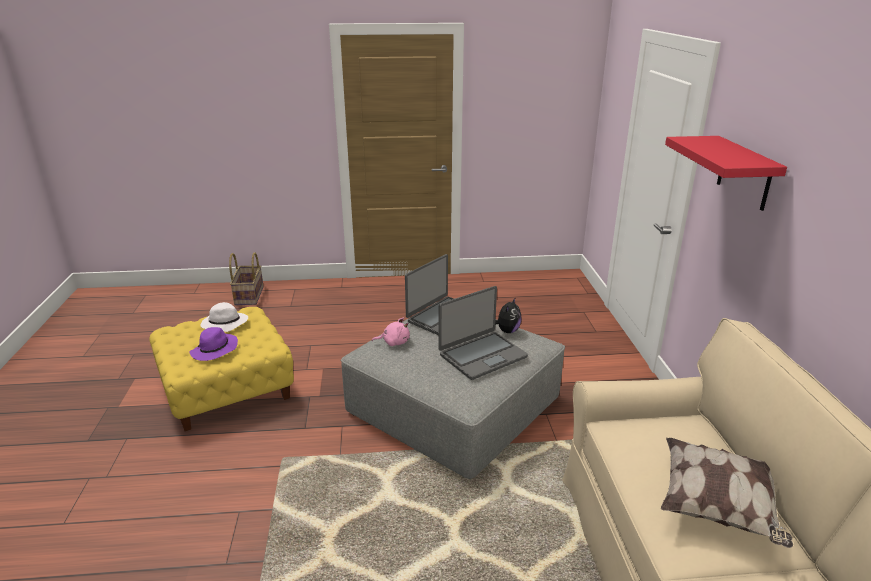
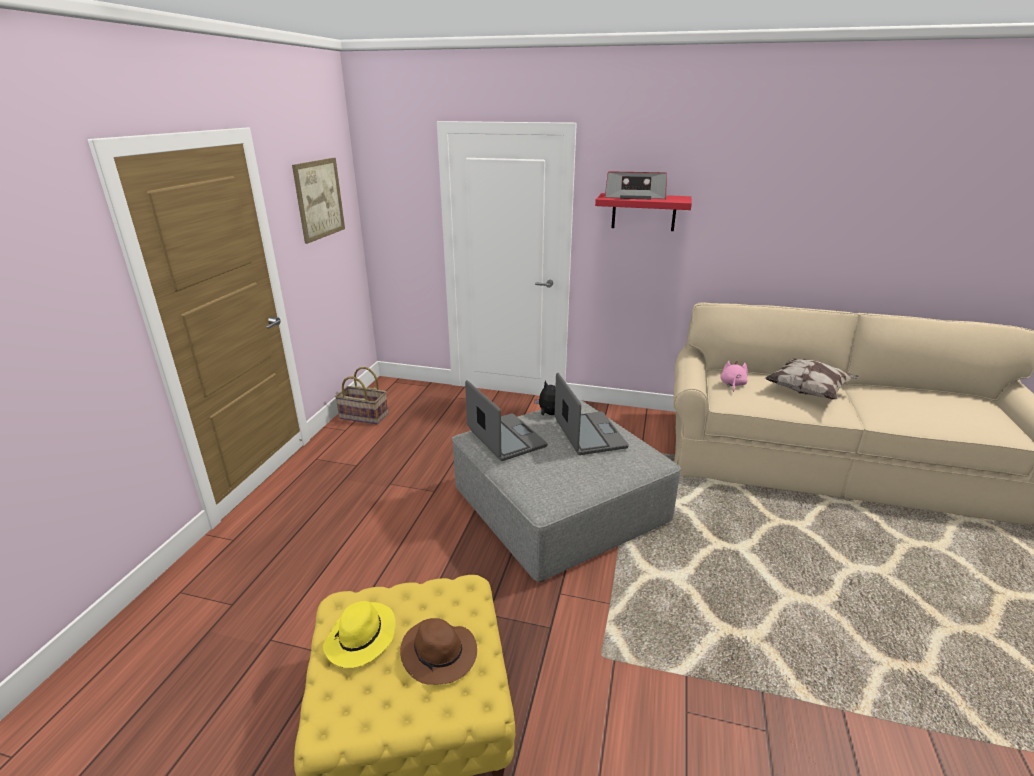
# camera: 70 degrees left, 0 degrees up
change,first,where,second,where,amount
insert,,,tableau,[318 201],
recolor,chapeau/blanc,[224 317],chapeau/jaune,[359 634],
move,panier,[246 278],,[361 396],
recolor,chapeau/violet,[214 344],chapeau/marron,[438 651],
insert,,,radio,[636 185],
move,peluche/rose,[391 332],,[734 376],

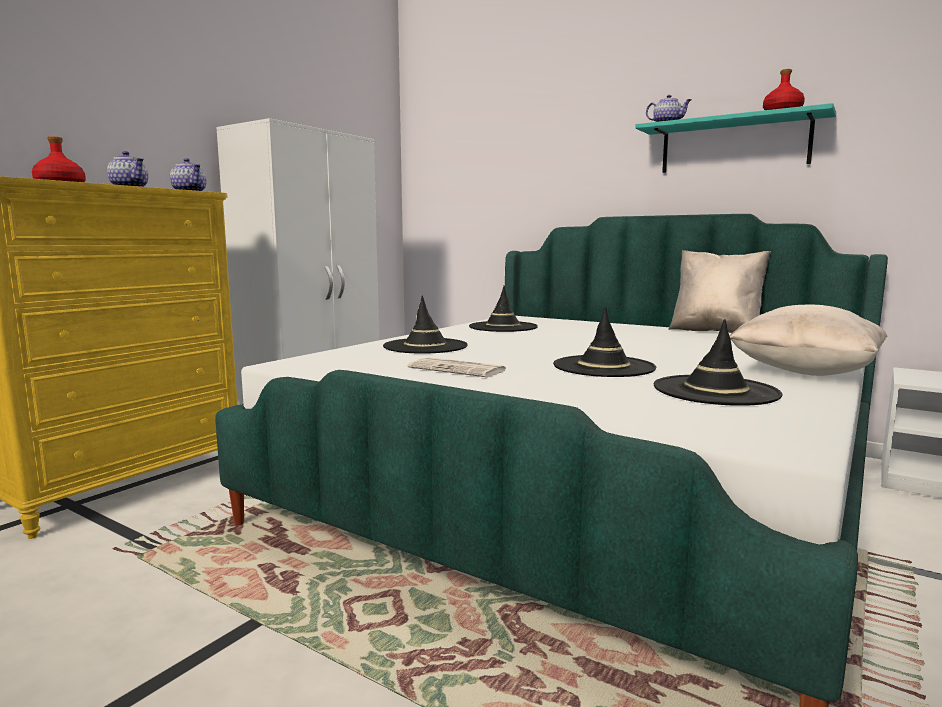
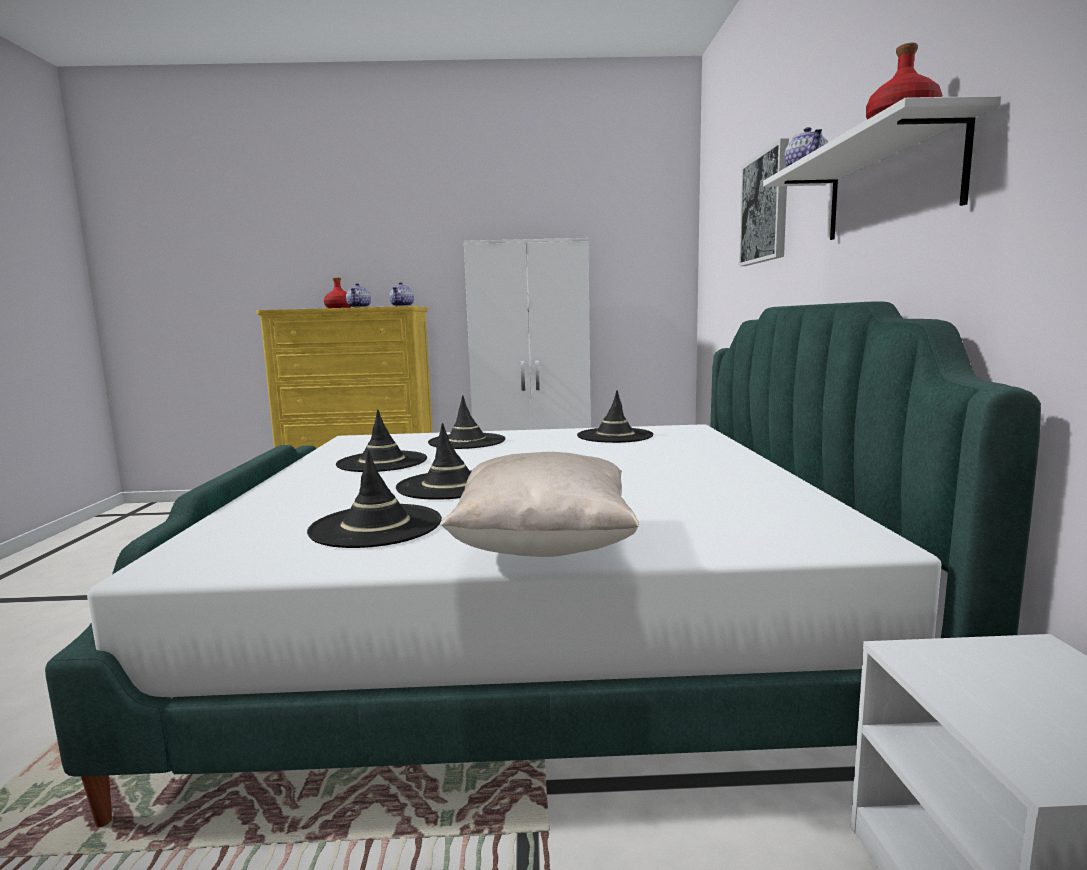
# camera: 55 degrees right, 0 degrees up
change,first,where,second,where,amount
replace,journal,[457 367],chapeau/noir,[381 440],
insert,,,tableau,[764 202],
recolor,étagère/turquoise,[735 138],étagère/blanc,[882 168],
delete,coussin/beige,[719 291],,,

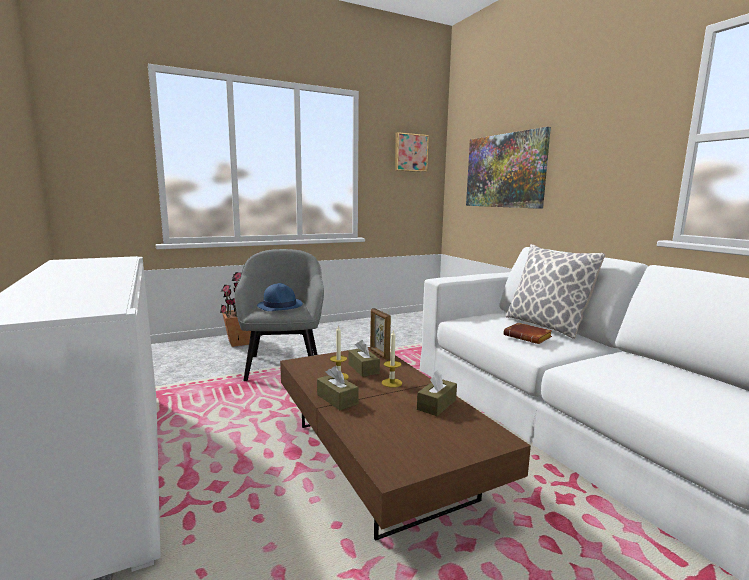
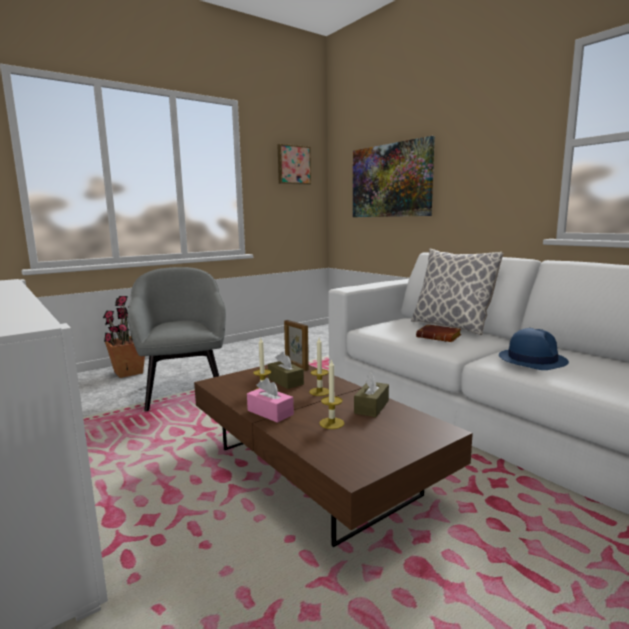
# camera: 10 degrees left, 0 degrees up
change,first,where,second,where,amount
recolor,boîte à mouchoirs/marron,[337 388],boîte à mouchoirs/rose,[270 400],
insert,,,bougie,[331 394],
move,chapeau/bleu,[280 297],,[534 349],

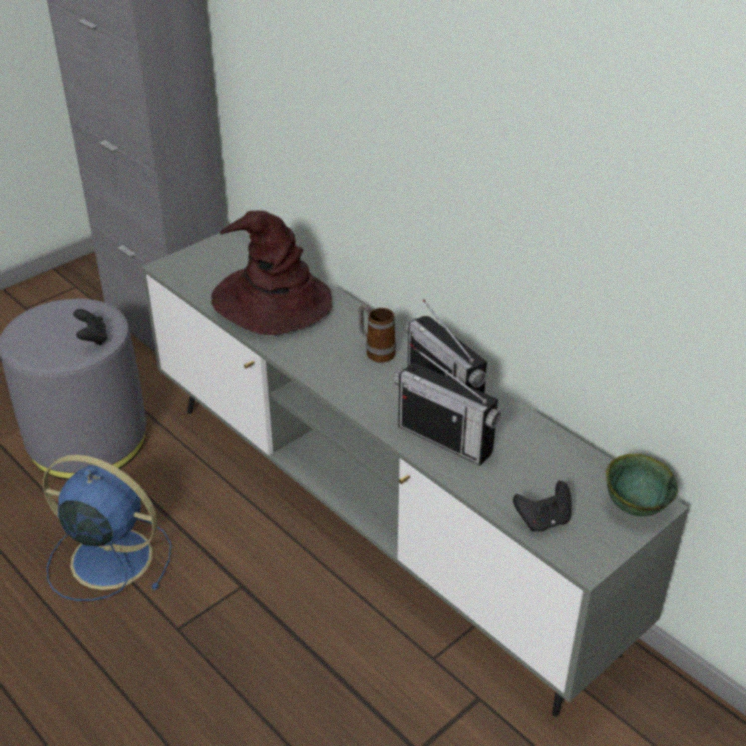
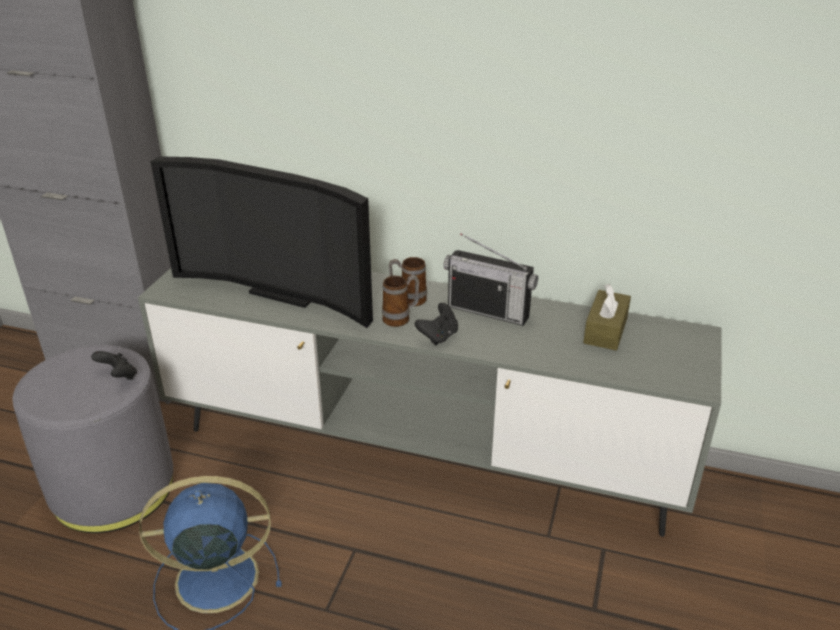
# camera: 30 degrees left, 5 degrees down
change,first,where,second,where,amount
replace,chapeau/marron,[271 272],téléviseur,[261 242],
insert,,,mug,[400 301],
move,manette/noir,[542 506],,[436 324],
insert,,,boîte à mouchoirs/marron,[607 317],
delete,radio,[447 406],,,
delete,bol/vert,[642 484],,,

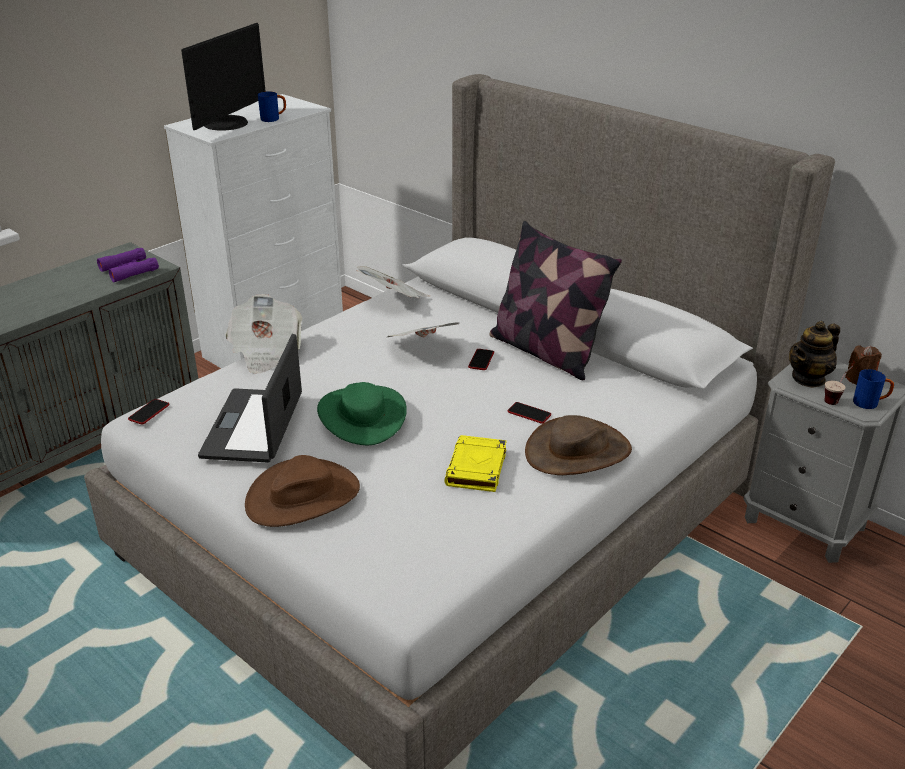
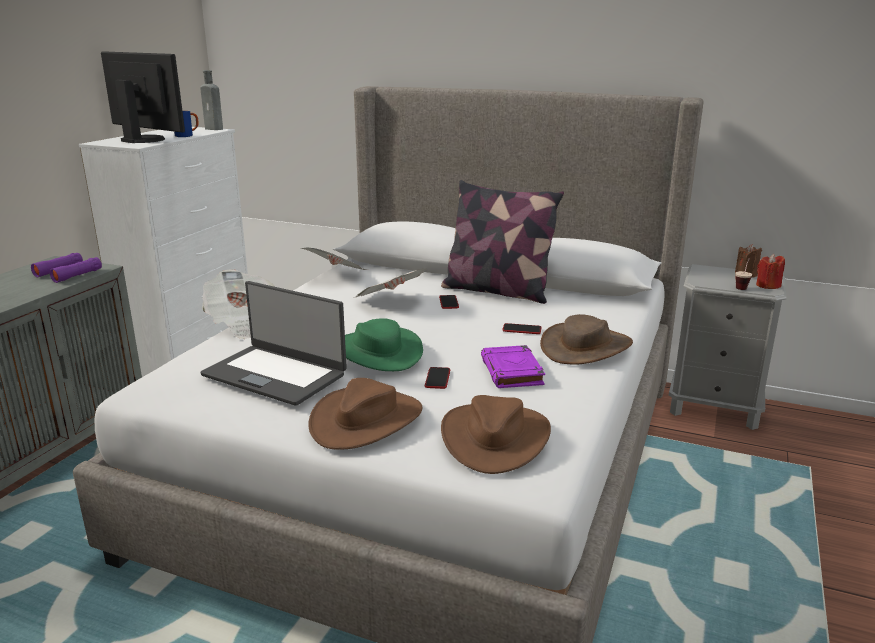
# camera: 20 degrees left, 10 degrees down
change,first,where,second,where,amount
rotate,écran d'ordinateur,[223 77],,[143 97],60 degrees counterclockwise
insert,,,bouteille/gris,[211 100],
rotate,ordinateur portable,[250 398],,[273 343],45 degrees counterclockwise
move,téléphone,[148 411],,[437 378],
insert,,,chapeau/marron,[496 434],
recolor,livre/jaune,[475 463],livre/violet,[513 366],
replace,mug/bleu,[873 389],bougie/rouge,[770 271],
delete,théière,[814 354],,,

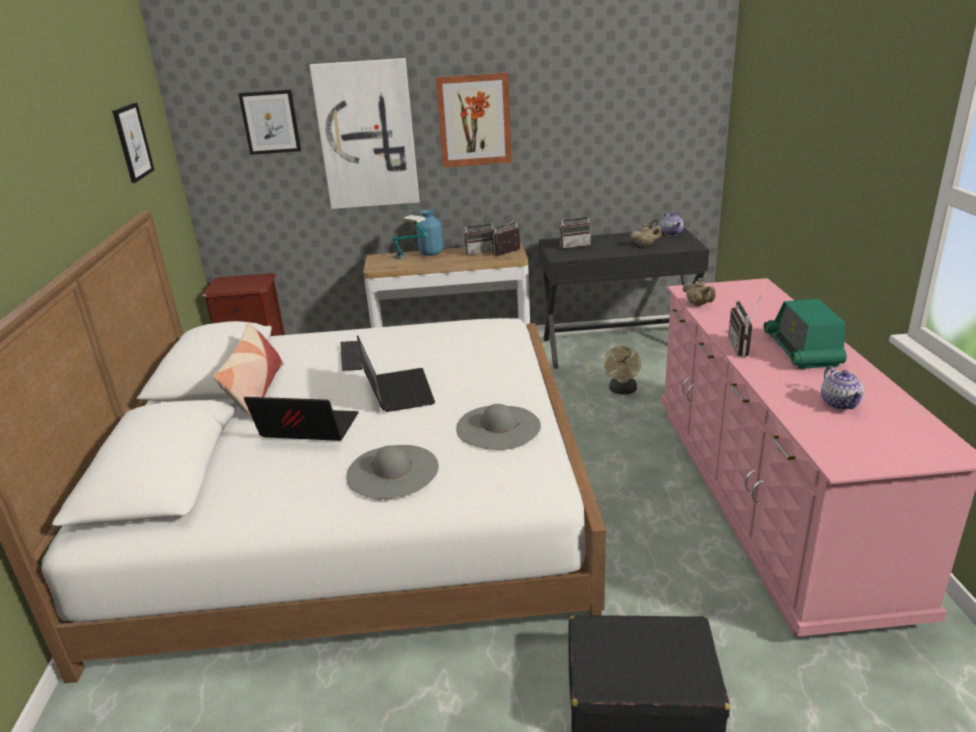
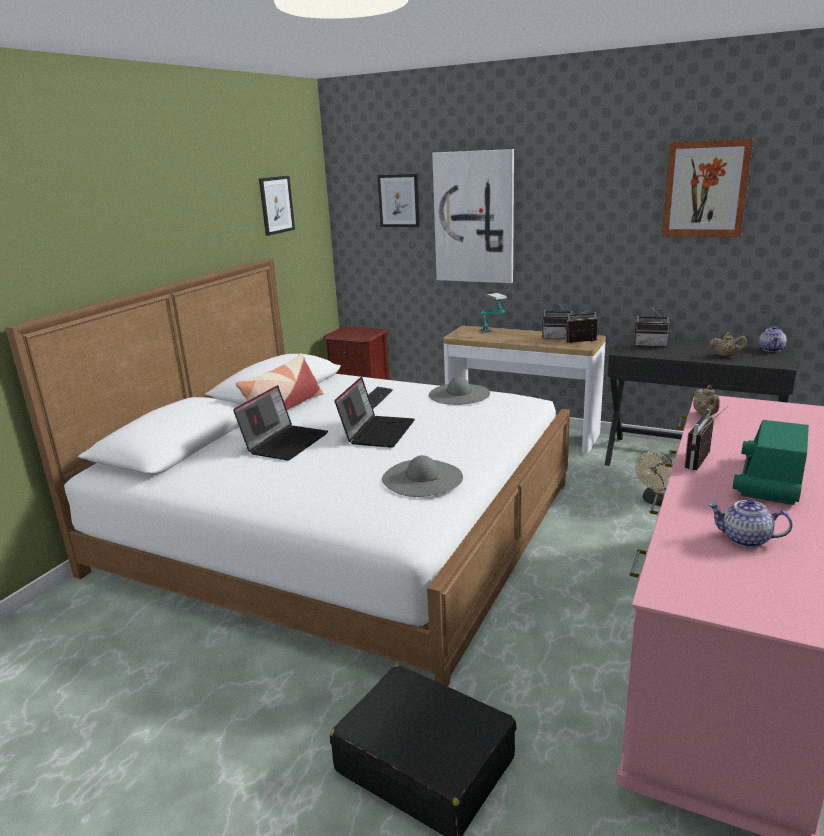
# camera: 30 degrees right, 5 degrees down
change,first,where,second,where,amount
rotate,ordinateur portable,[301 419],,[280 422],75 degrees clockwise
move,chapeau/gris,[392 472],,[459 391],
move,tableau,[474 120],,[707 188],
rotate,théière,[842 388],,[750 523],90 degrees clockwise
delete,vase/bleu,[430 233],,,

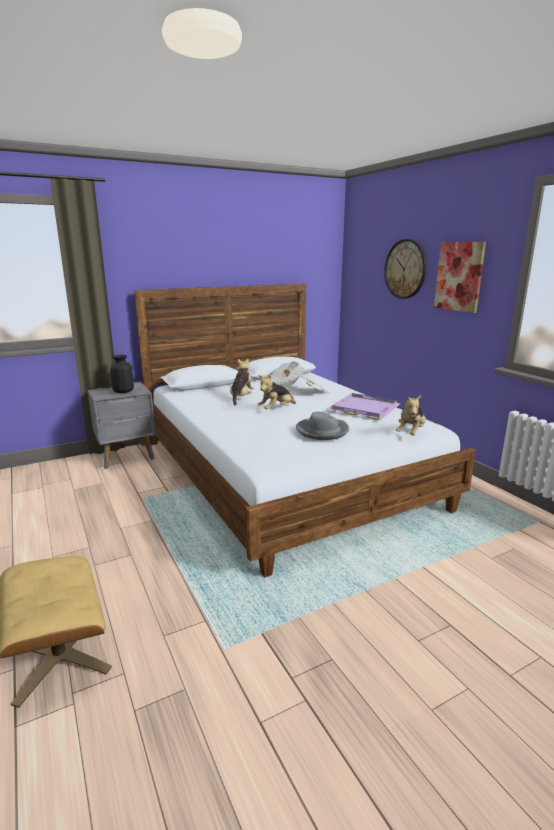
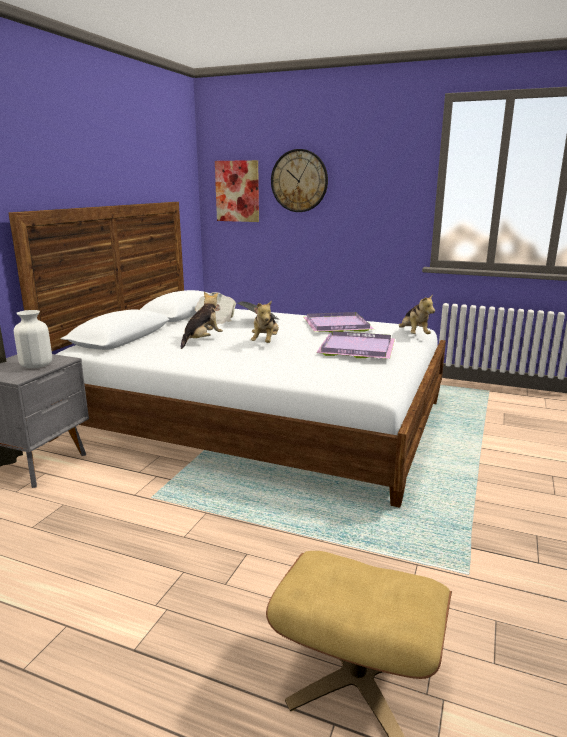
# camera: 40 degrees left, 0 degrees up
change,first,where,second,where,amount
recolor,vase/noir,[122 374],vase/blanc,[33 339],
rotate,peluche,[242 382],,[202 320],60 degrees clockwise
move,tableau,[460 277],,[237 191],
replace,chapeau/gris,[322 426],plateau/violet,[355 345],

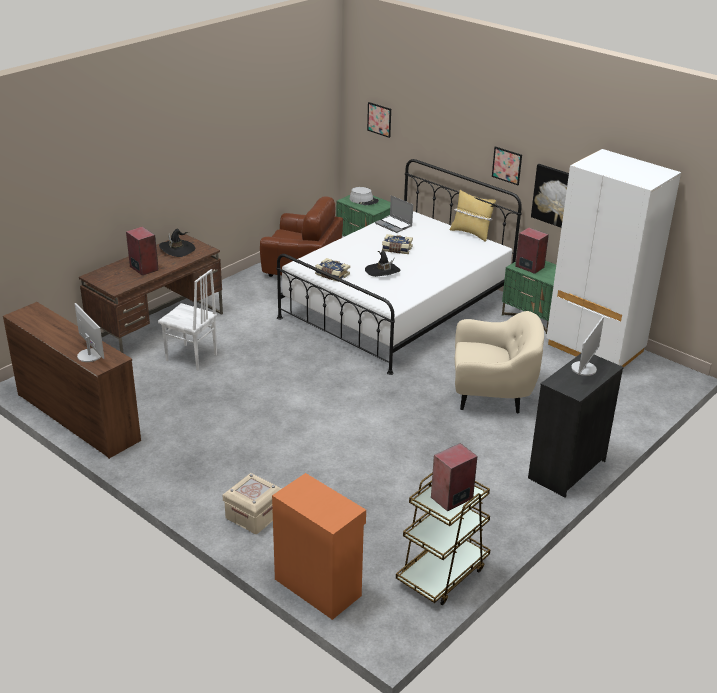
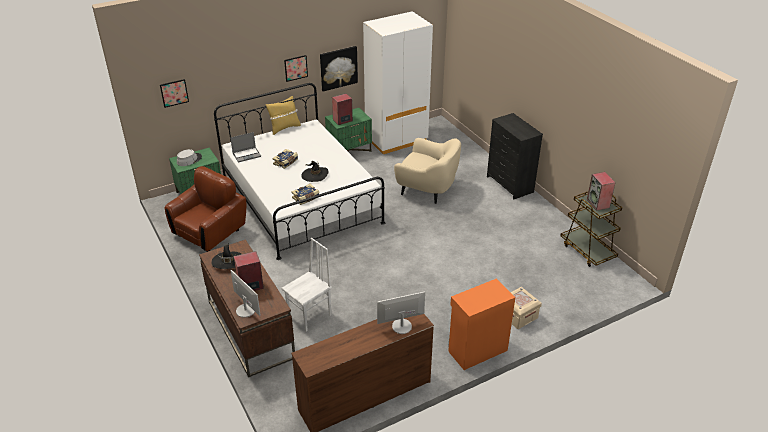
# camera: 70 degrees left, 5 degrees up
change,first,where,second,where,amount
move,écran d'ordinateur,[587 346],,[246 294],
rotate,fauteuil/beige,[499 362],,[427 171],90 degrees clockwise
move,meuble de rangement/orange,[319 546],,[481 324],

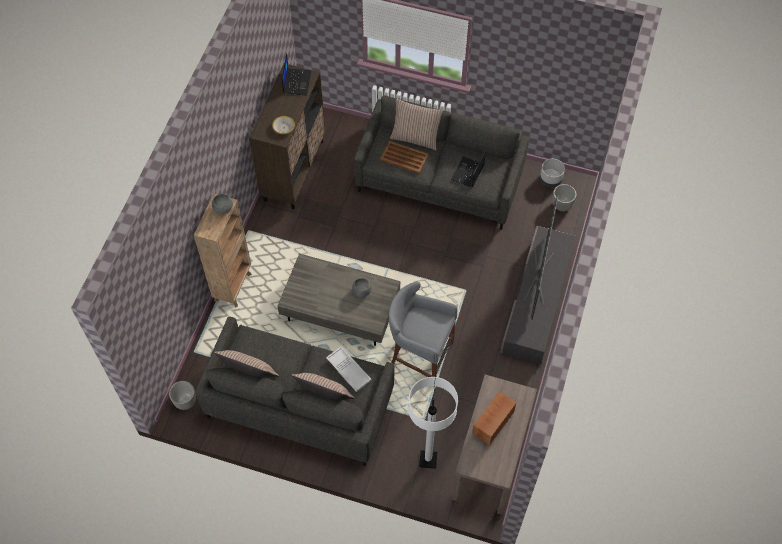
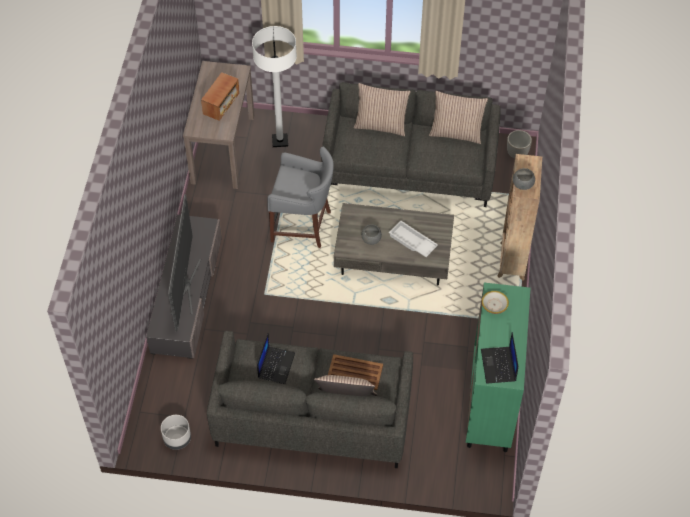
# camera: 170 degrees right, 5 degrees down
change,first,where,second,where,amount
move,plateau/blanc,[348 369],,[413 238],
recolor,meuble de rangement/marron,[287 136],meuble de rangement/vert,[498 367],
delete,cache-pot,[564 197],,,

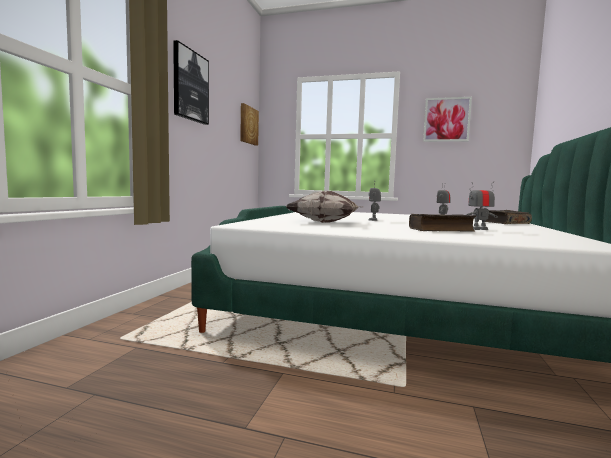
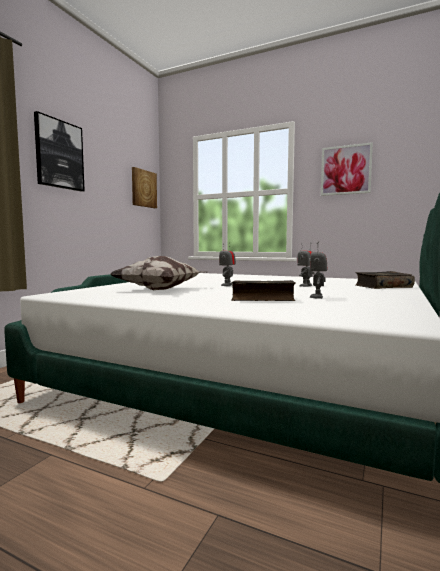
# camera: 10 degrees right, 0 degrees up
change,first,where,second,where,amount
rotate,robot jouet,[482 206],,[318 270],75 degrees counterclockwise

